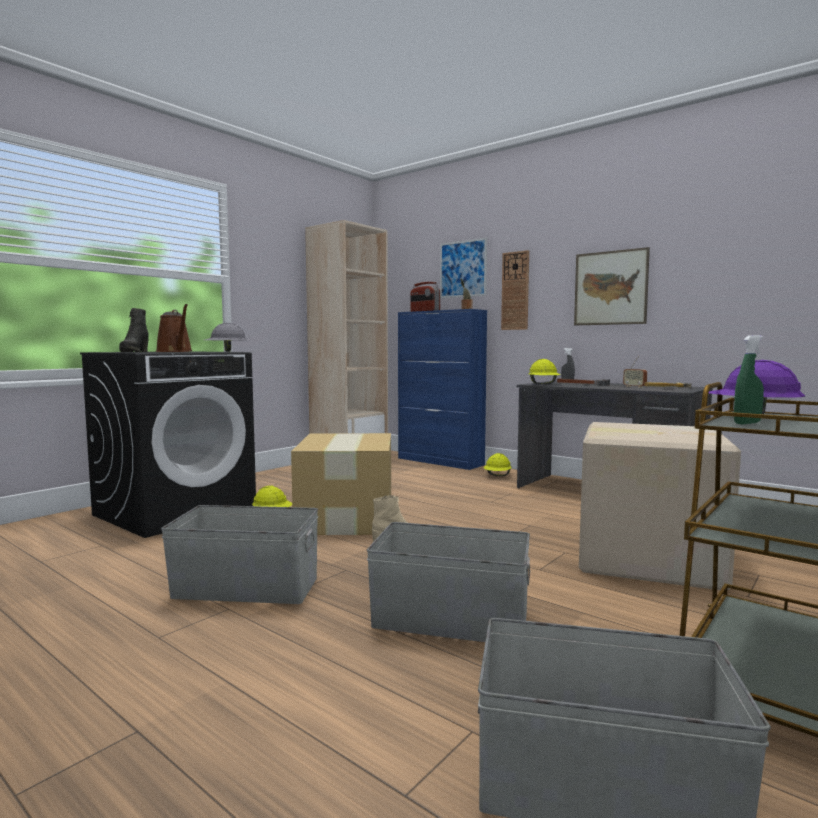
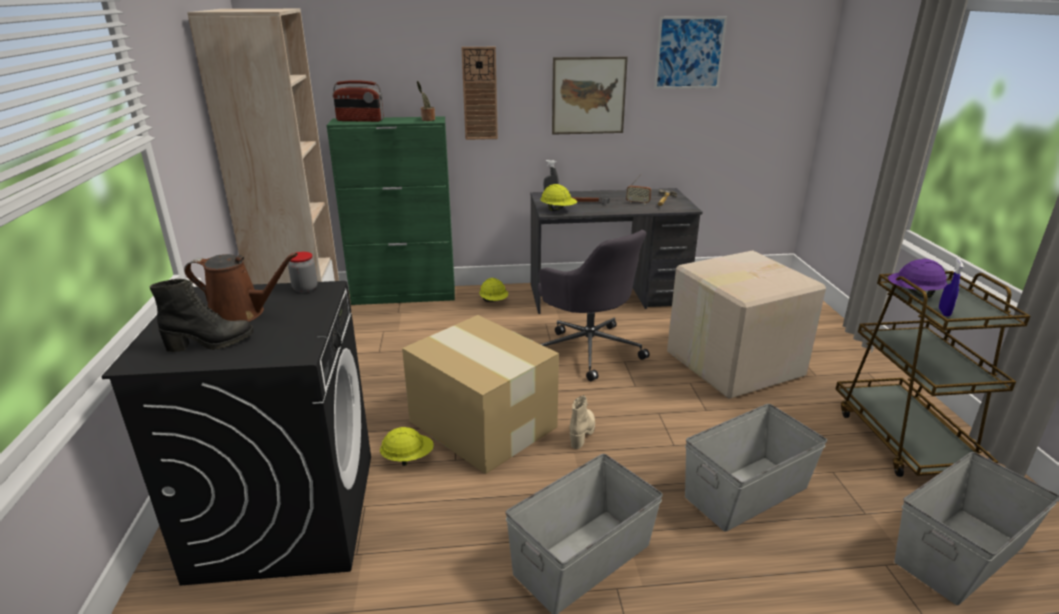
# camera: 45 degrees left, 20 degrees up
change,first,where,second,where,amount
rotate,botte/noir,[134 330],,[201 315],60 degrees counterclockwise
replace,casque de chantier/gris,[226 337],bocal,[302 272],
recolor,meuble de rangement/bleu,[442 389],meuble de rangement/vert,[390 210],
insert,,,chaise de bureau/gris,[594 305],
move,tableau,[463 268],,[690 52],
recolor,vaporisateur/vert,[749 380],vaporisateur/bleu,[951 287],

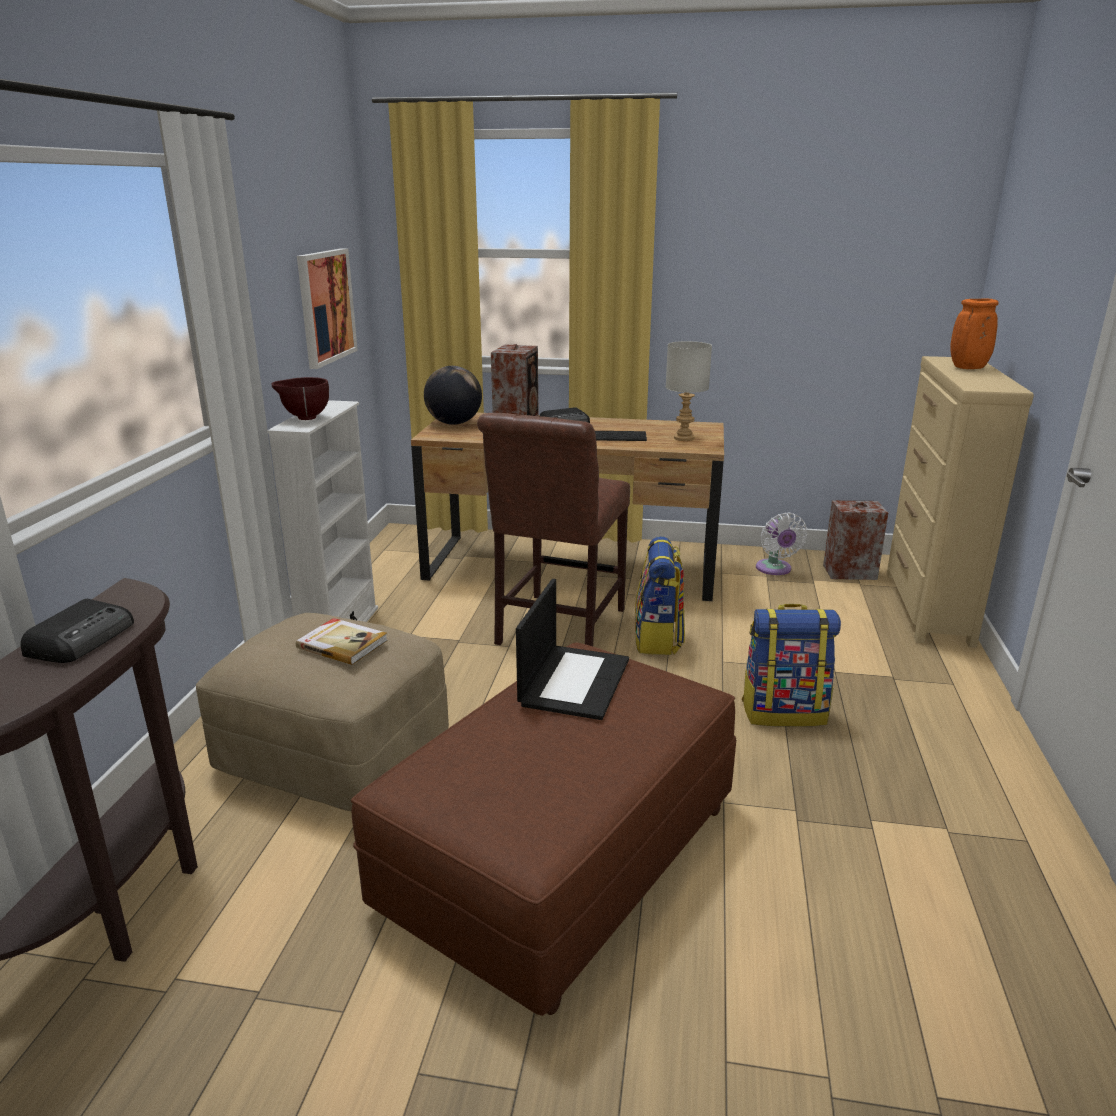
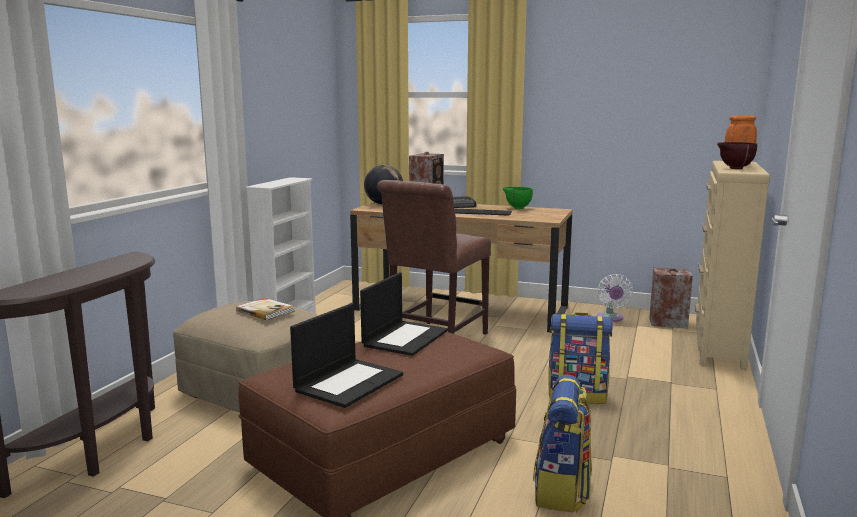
# camera: 10 degrees right, 10 degrees down
change,first,where,second,where,amount
insert,,,ordinateur portable,[346 355],
insert,,,bol/vert,[518 198],
move,sac à dos,[660 596],,[562 444],
move,bol/marron,[300 398],,[737 155],
delete,radio,[77 631],,,
delete,tableau,[327 308],,,
delete,lampe de table/gris,[689 391],,,

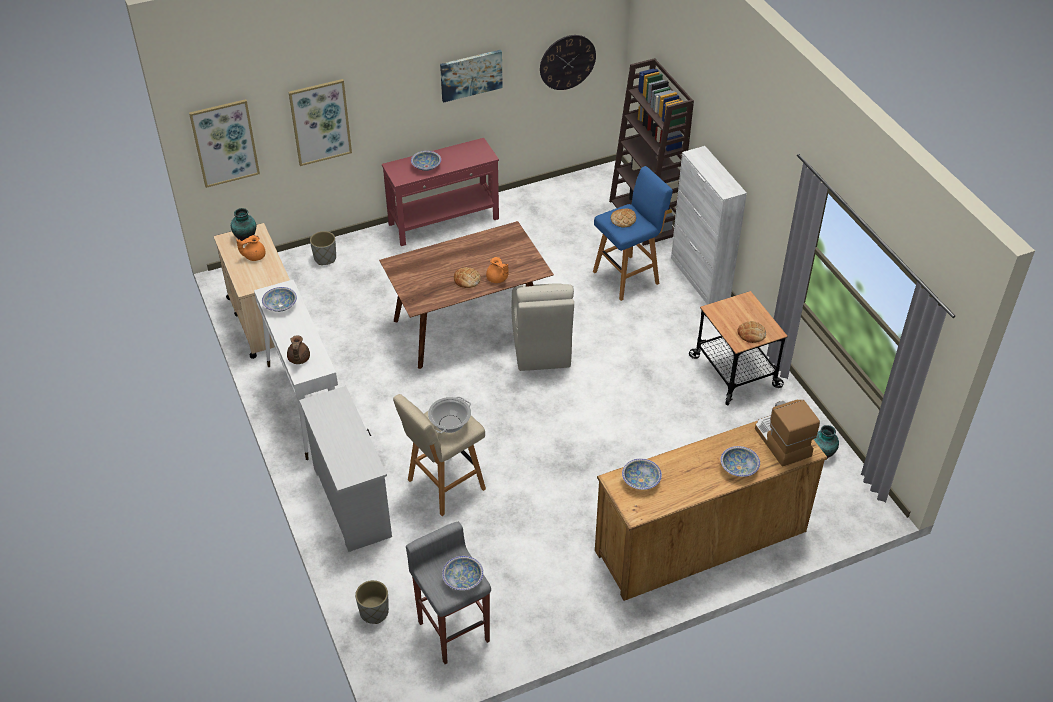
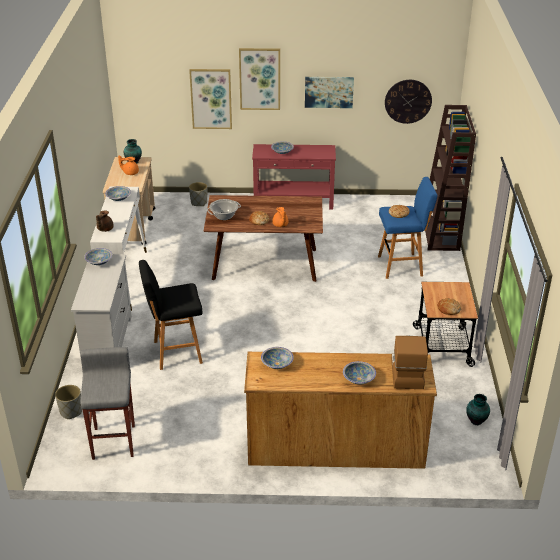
# camera: 25 degrees right, 10 degrees down
change,first,where,second,where,amount
move,bol,[463 573],,[98 256],
recolor,tabouret/beige,[439 455],tabouret/noir,[171 315],
move,marmite,[449 415],,[224 209],
move,tableau,[224 143],,[259 79],
delete,chaise/beige,[542 327],,,
delete,meuble de rangement/blanc,[709 225],,,

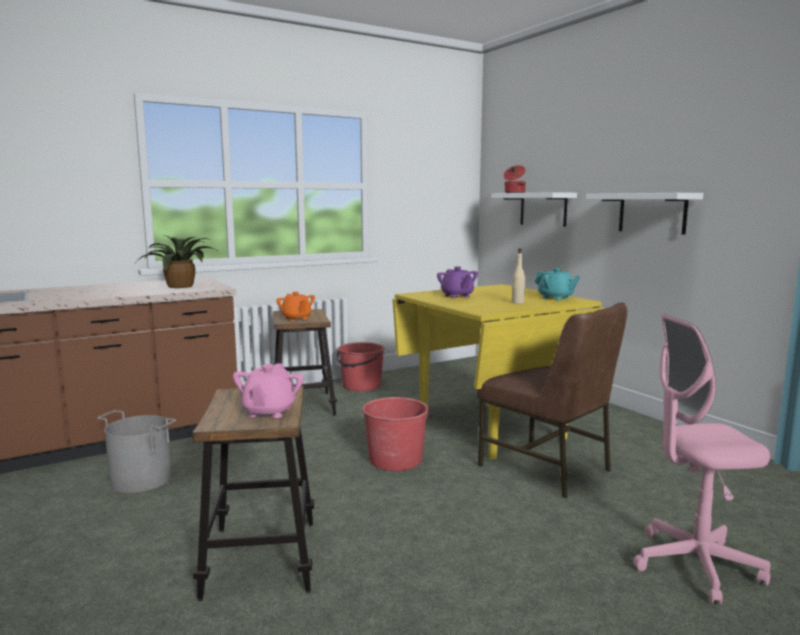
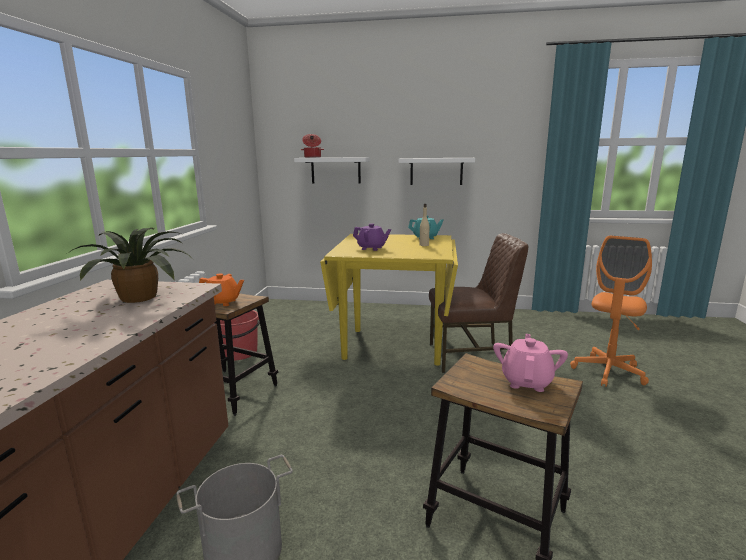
# camera: 50 degrees left, 5 degrees up
change,first,where,second,where,amount
rotate,théière/rose,[268 390],,[530 363],120 degrees counterclockwise
recolor,chaise de bureau/rose,[701 459],chaise de bureau/orange,[611 311],
delete,seau/rouge,[397 434],,,

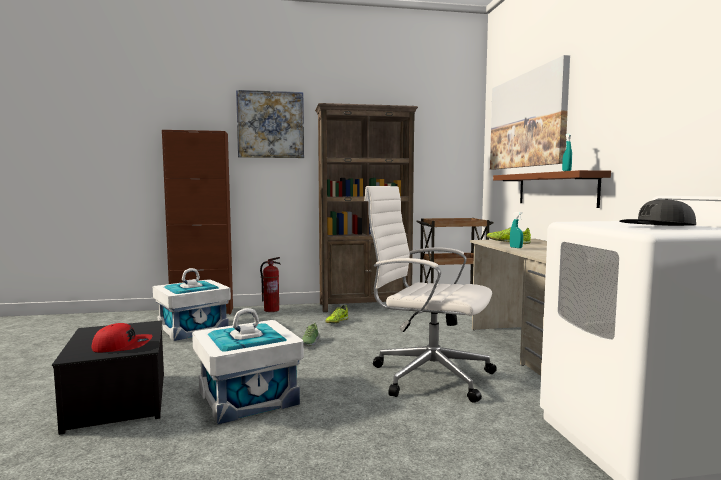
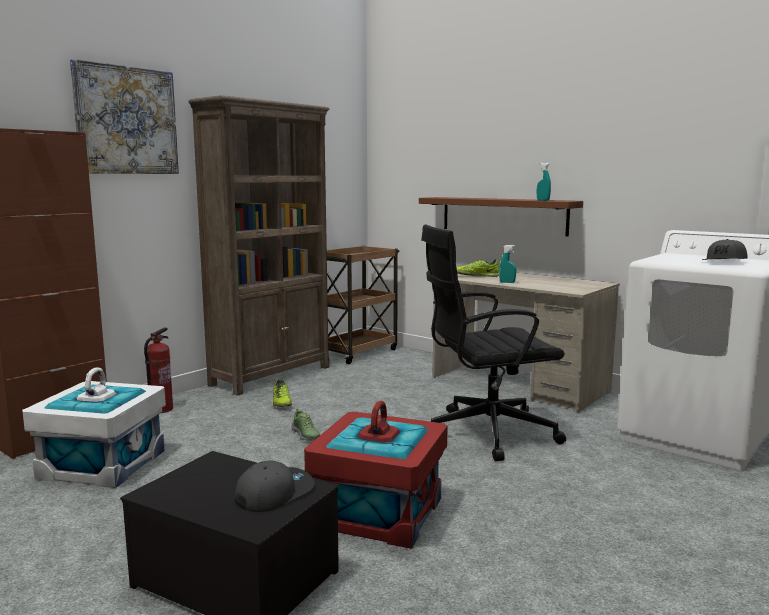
# camera: 40 degrees left, 5 degrees up
change,first,where,second,where,amount
recolor,casquette/rouge,[121 338],casquette/gris,[274 486],
recolor,boîte de rangement/blanc,[248 366],boîte de rangement/rouge,[376 475],
recolor,chaise de bureau/blanc,[430 294],chaise de bureau/noir,[493 342],
delete,tableau,[530 112],,,

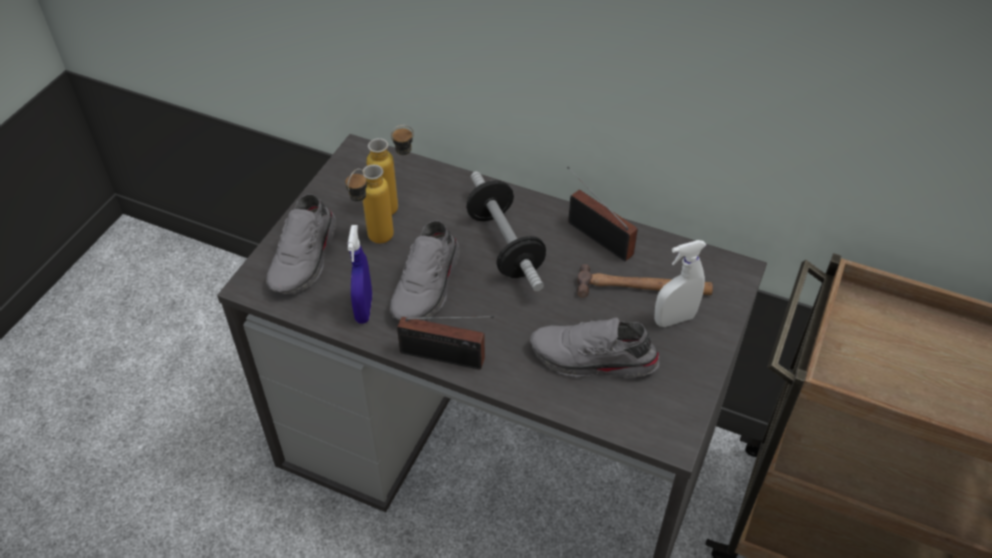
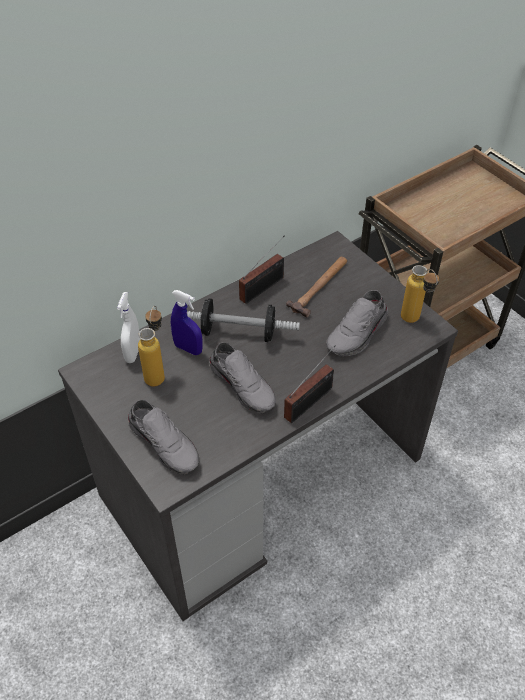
# camera: 60 degrees left, 0 degrees up
change,first,where,second,where,amount
move,vaporisateur/blanc,[680 283],,[128 327],
move,vaporisateur/bleu,[360 274],,[187 322],
rotate,radio,[602 214],,[262 269],150 degrees clockwise
move,bouteille,[369 203],,[420 294],

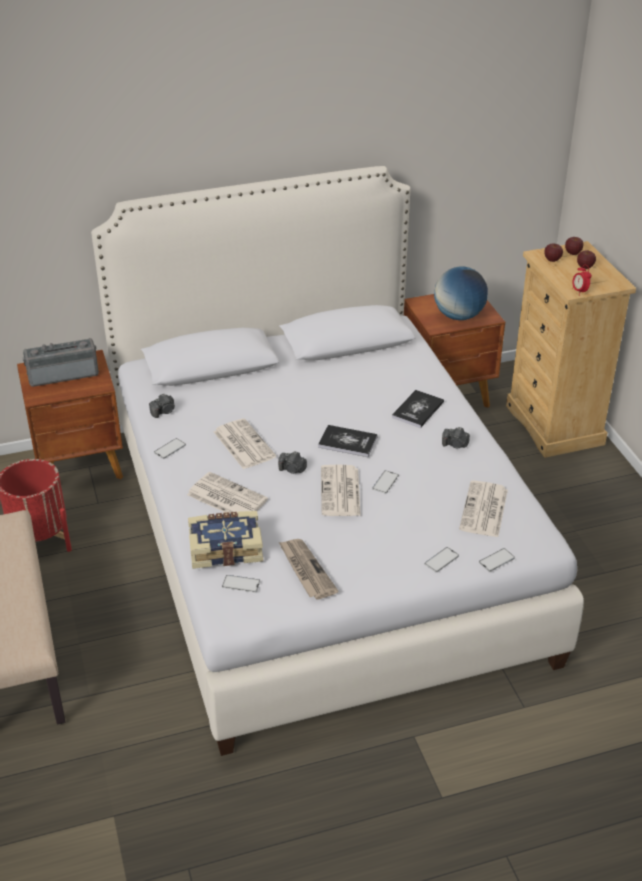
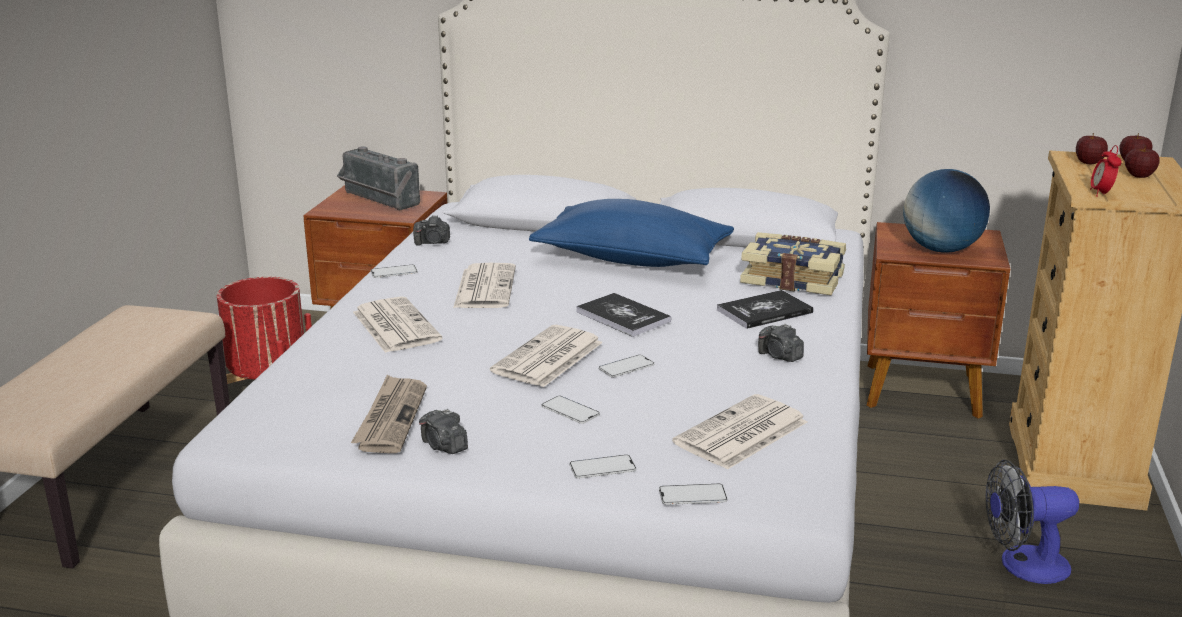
# camera: 30 degrees right, 15 degrees down
change,first,where,second,where,amount
rotate,radio,[61 362],,[378 178],150 degrees counterclockwise
move,appareil photo,[292 463],,[443 431],
insert,,,coussin/bleu,[631 233],
move,téléphone,[241 584],,[571 410],
move,livre,[225 540],,[793 263],
insert,,,ventilateur,[1032 522],

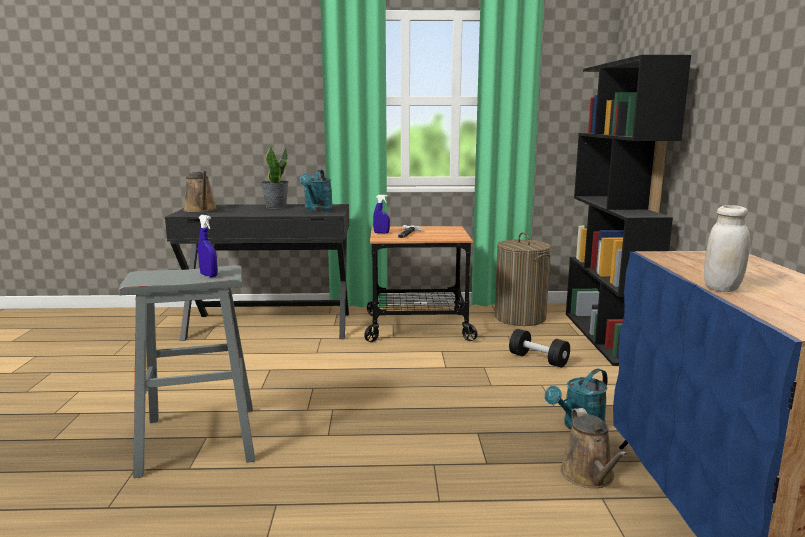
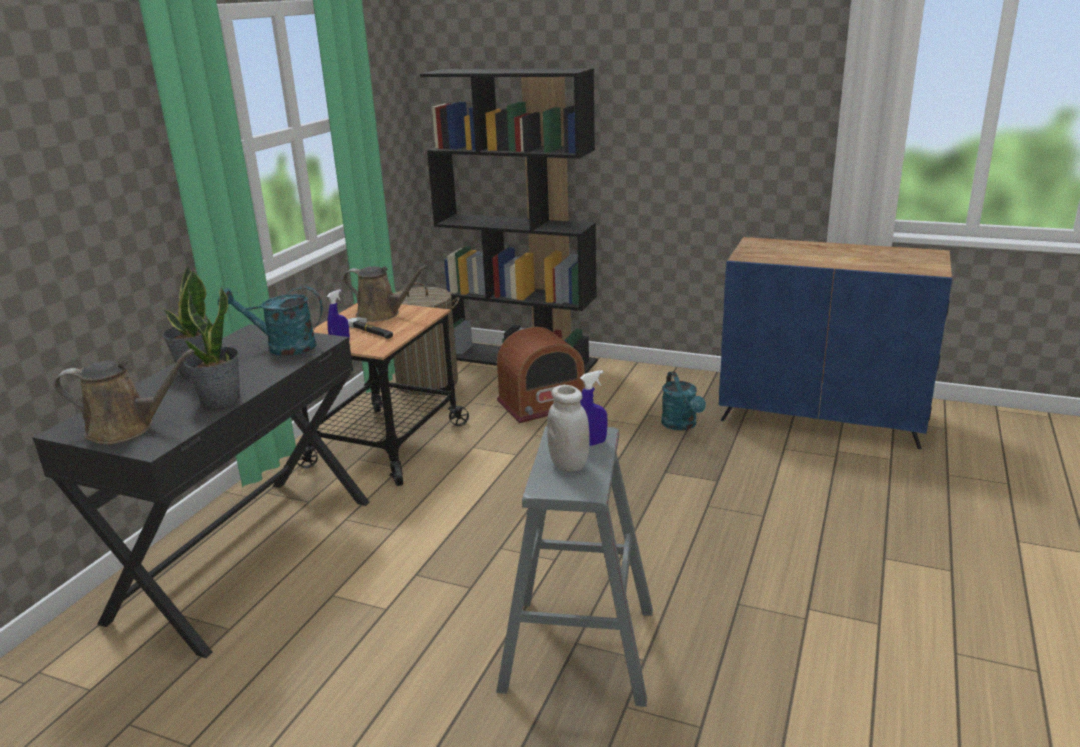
# camera: 65 degrees left, 10 degrees up
change,first,where,second,where,amount
insert,,,plante en pot,[211 347],
rotate,arrosoir/turquoise,[316 191],,[270 321],150 degrees clockwise
move,arrosoir/marron,[594 448],,[385 293],
replace,haltère/noir,[539 348],radio,[541 375],
move,bocal/blanc,[727 248],,[568 428],

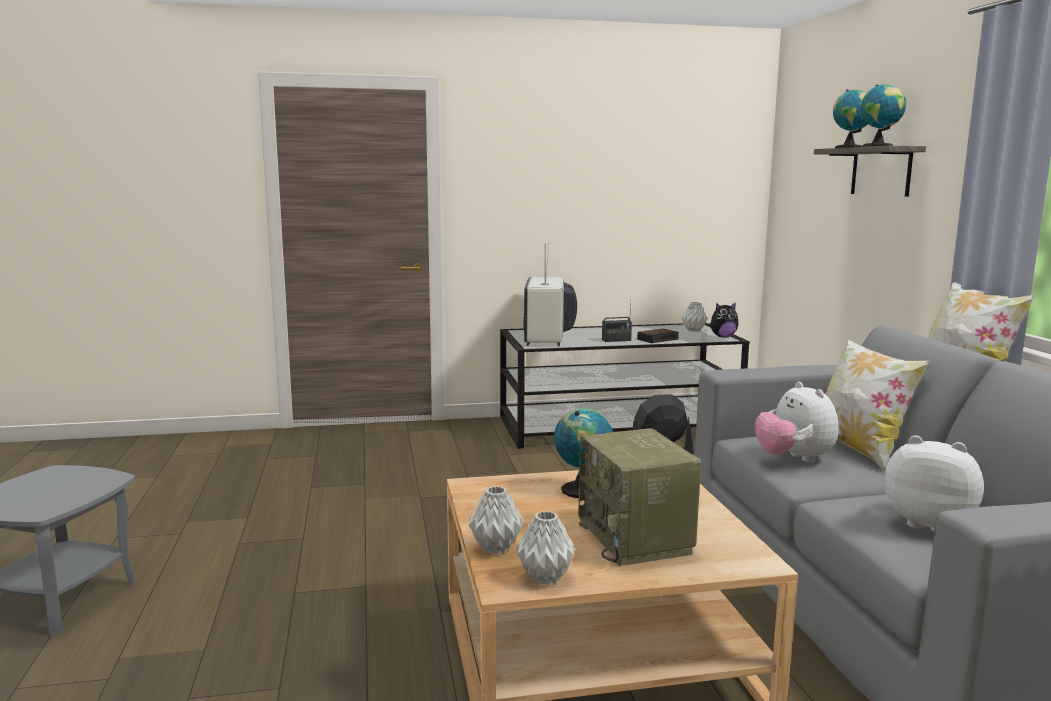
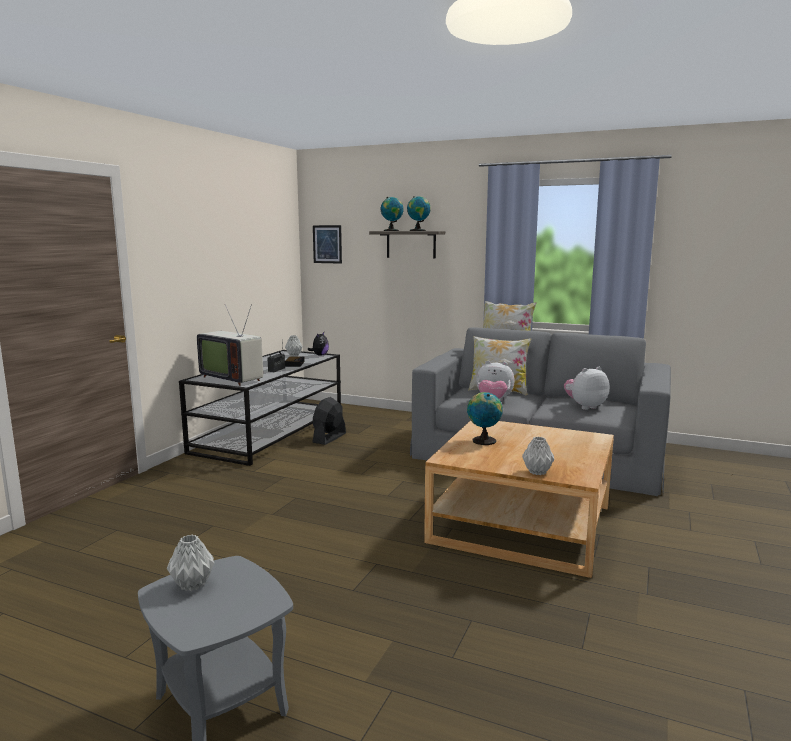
# camera: 55 degrees left, 0 degrees up
change,first,where,second,where,amount
move,vase/gris,[545 548],,[190 563],
insert,,,tableau,[327 244],
delete,radio,[639 497],,,

